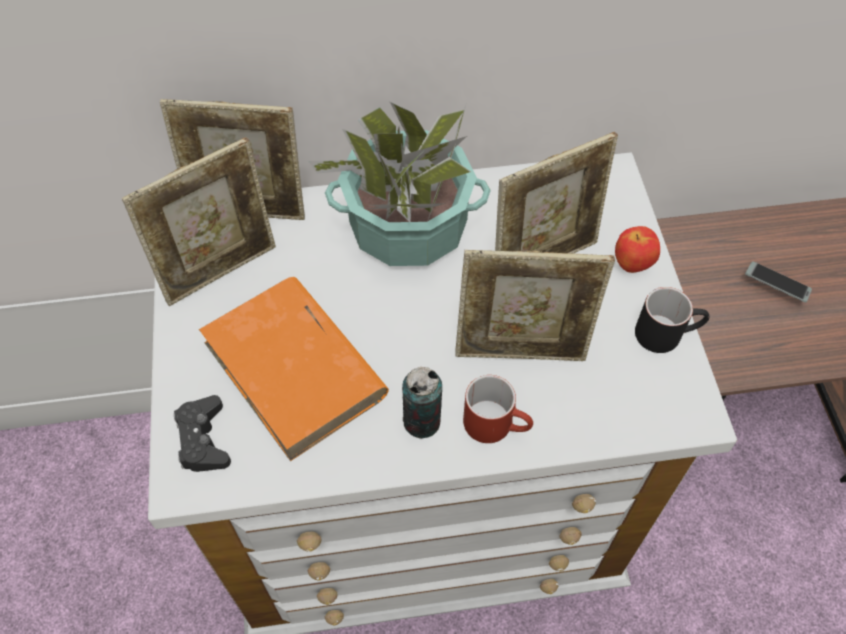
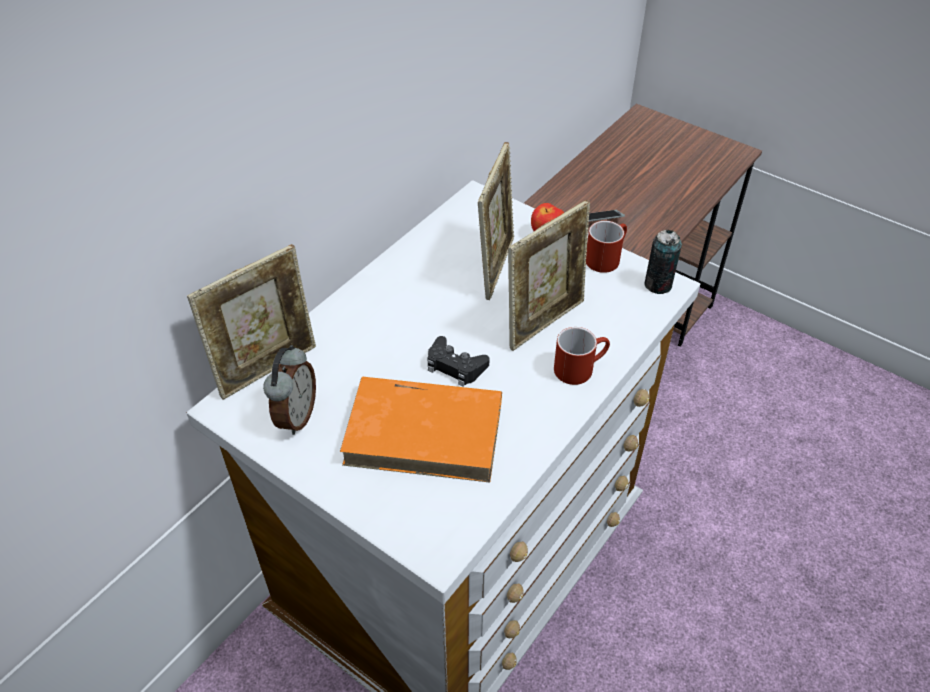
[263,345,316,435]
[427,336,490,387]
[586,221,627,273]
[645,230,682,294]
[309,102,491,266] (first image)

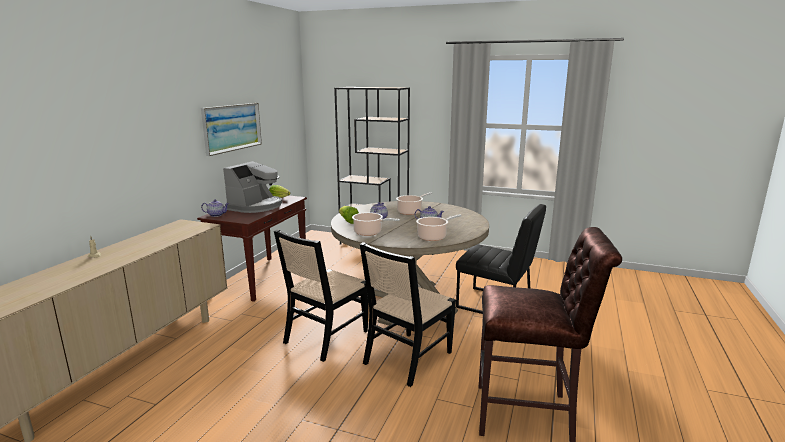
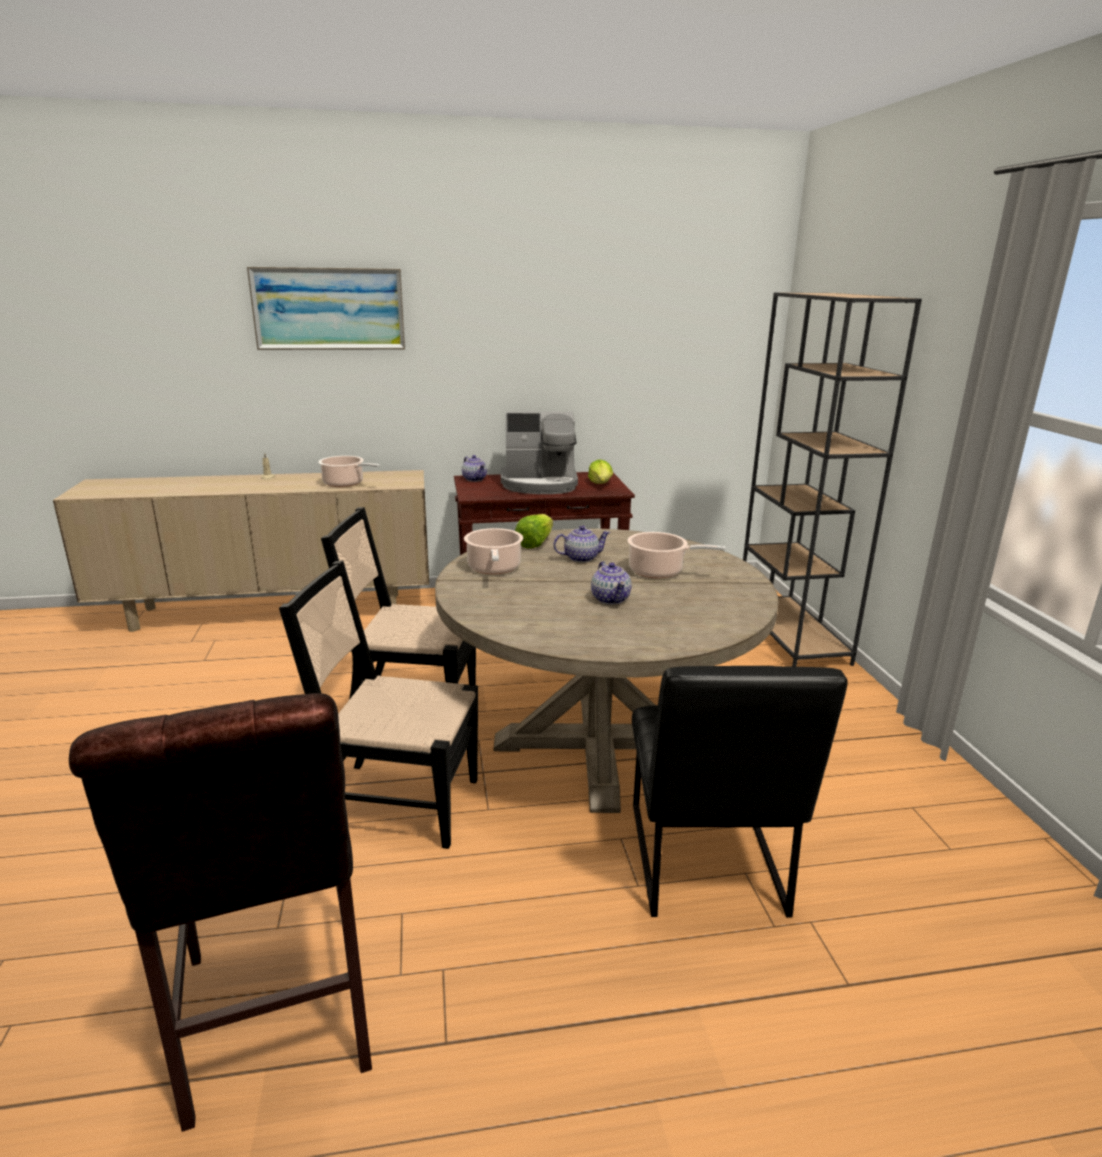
[247,267,405,350]
[319,456,380,487]

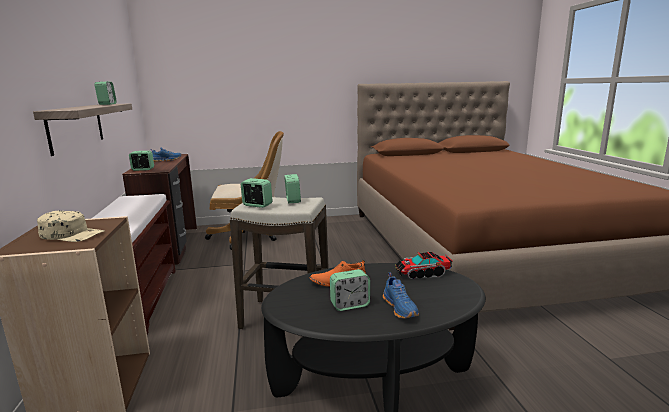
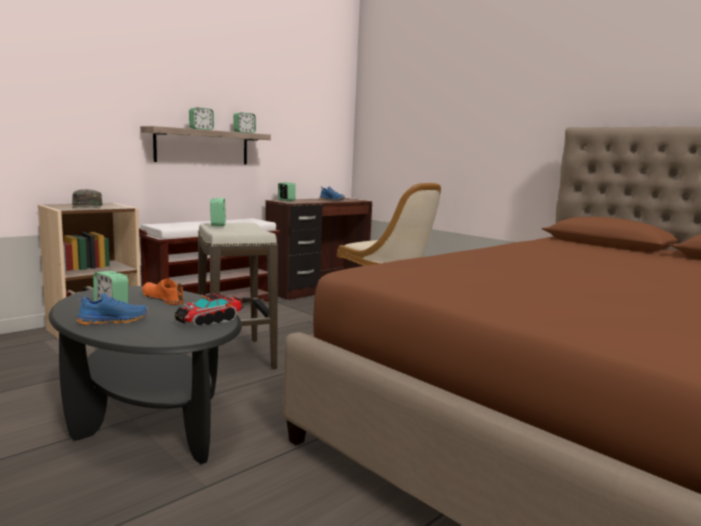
[72,189,103,208]
[77,293,149,325]
[174,293,244,326]
[189,107,214,130]

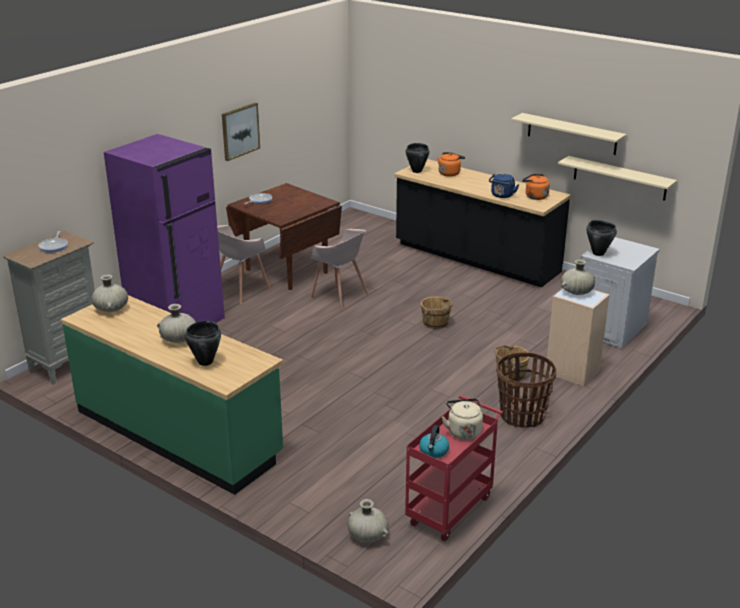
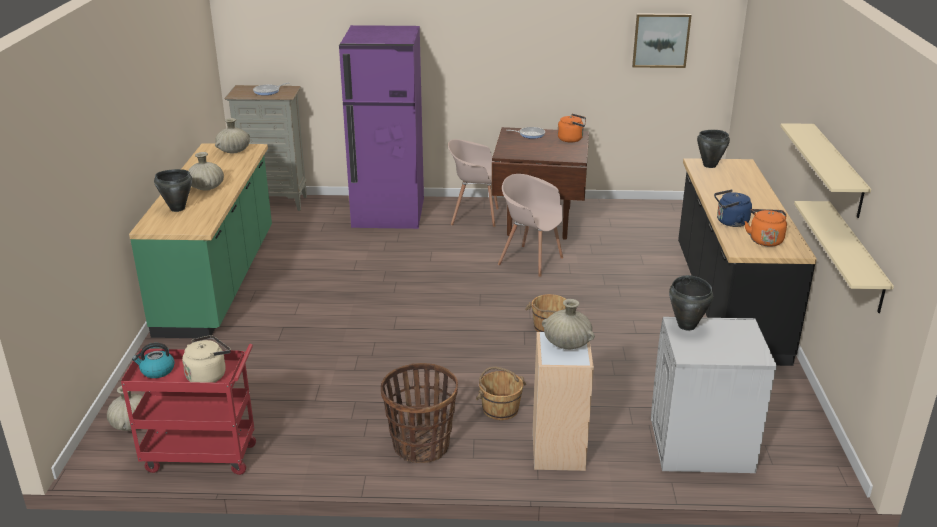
[498,174,563,277]
[558,114,586,142]
[632,14,692,68]

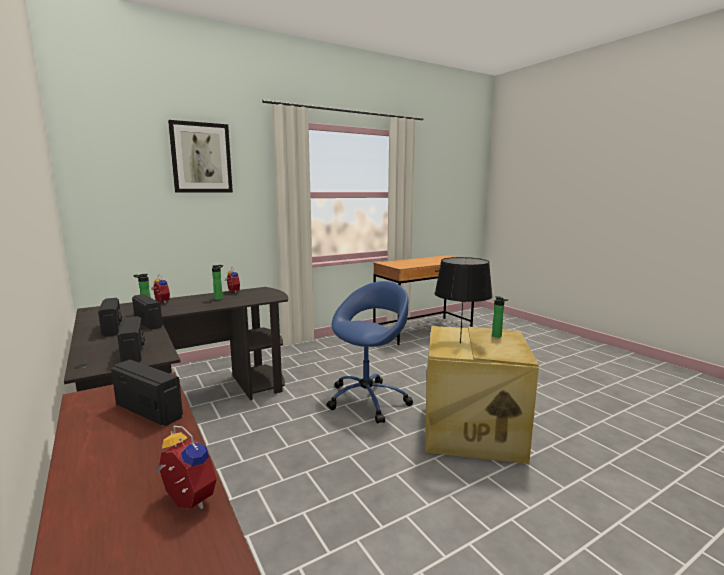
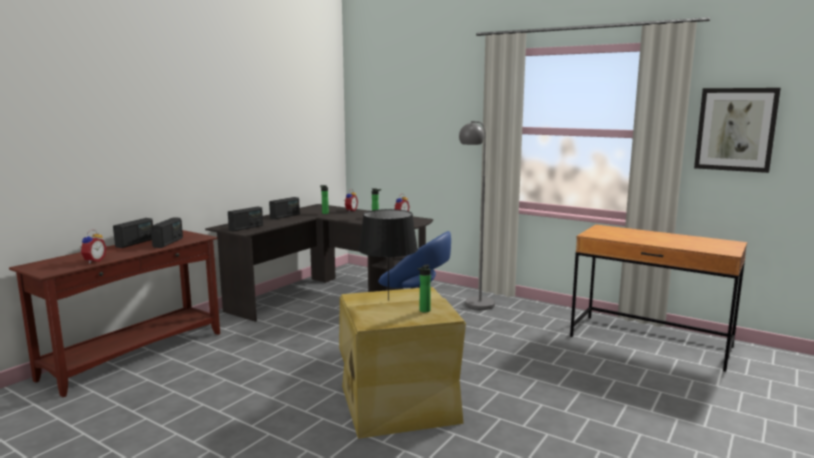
[113,218,153,248]
[459,121,495,310]
[694,88,781,173]

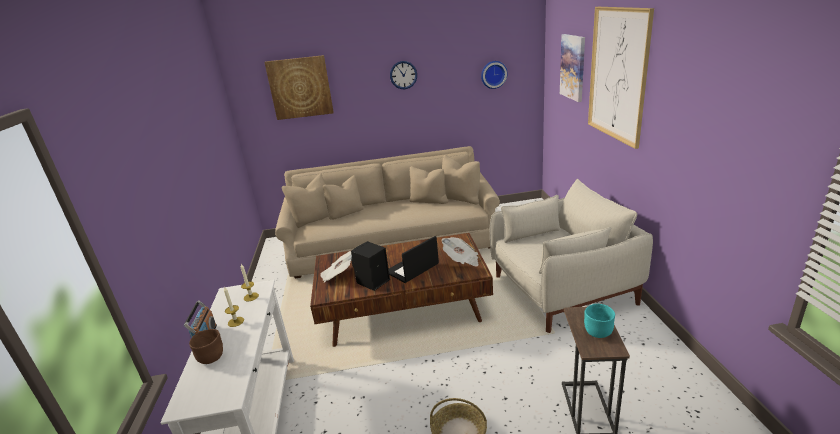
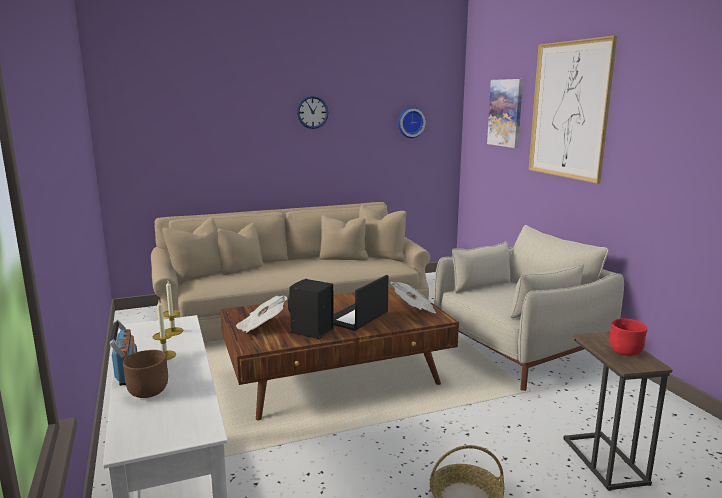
[610,318,647,356]
[264,55,334,120] (first image)

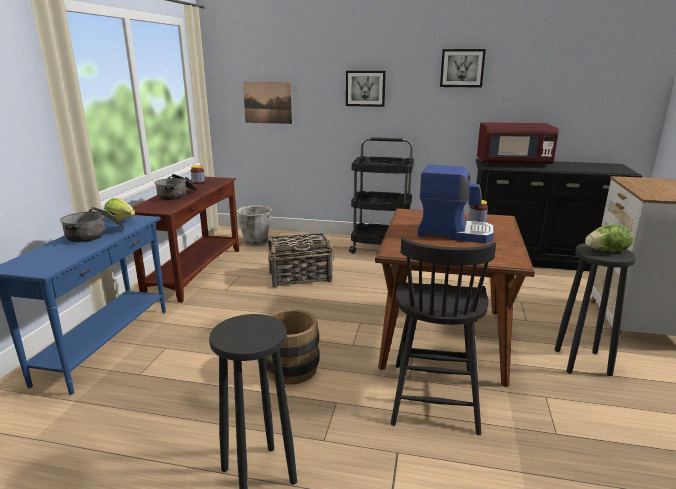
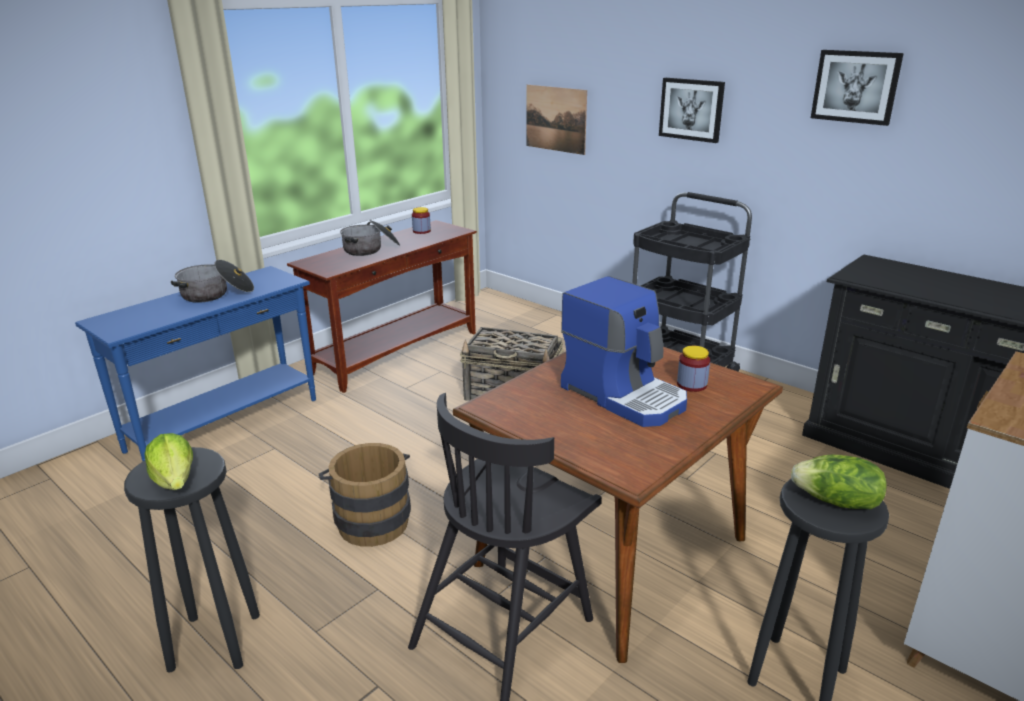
[145,433,193,490]
[236,205,272,246] (first image)
[477,122,559,166] (first image)

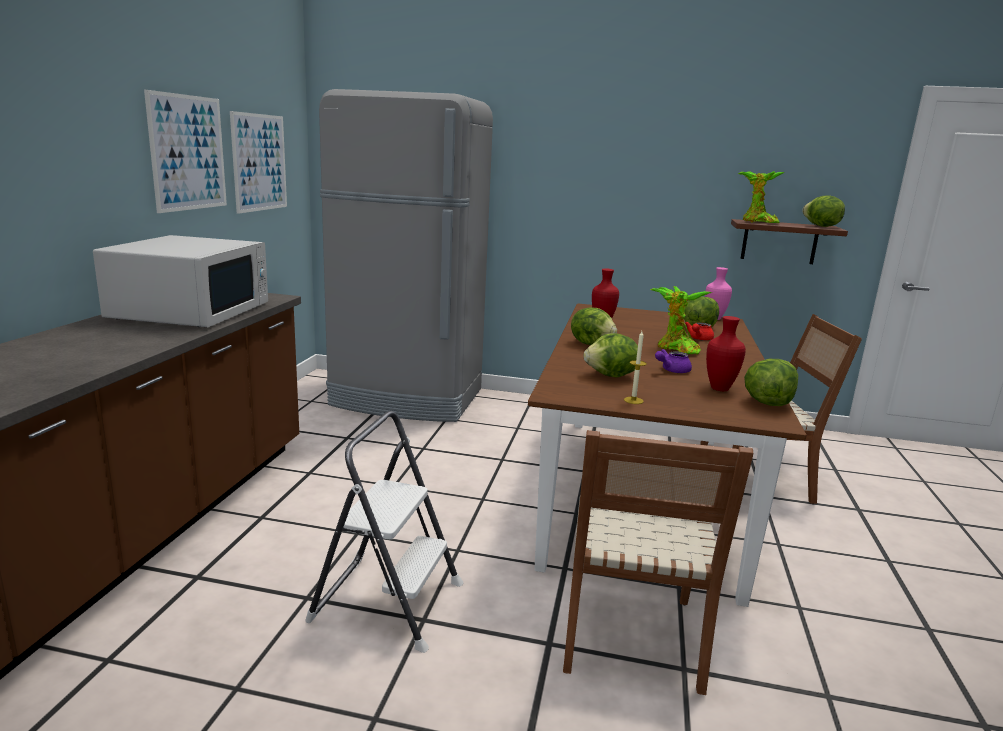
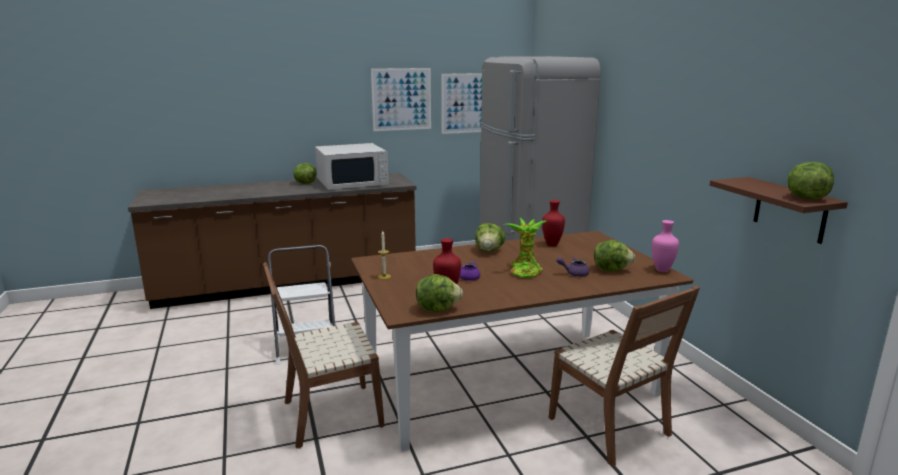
[293,163,316,184]
[556,257,589,277]
[738,171,785,223] (first image)

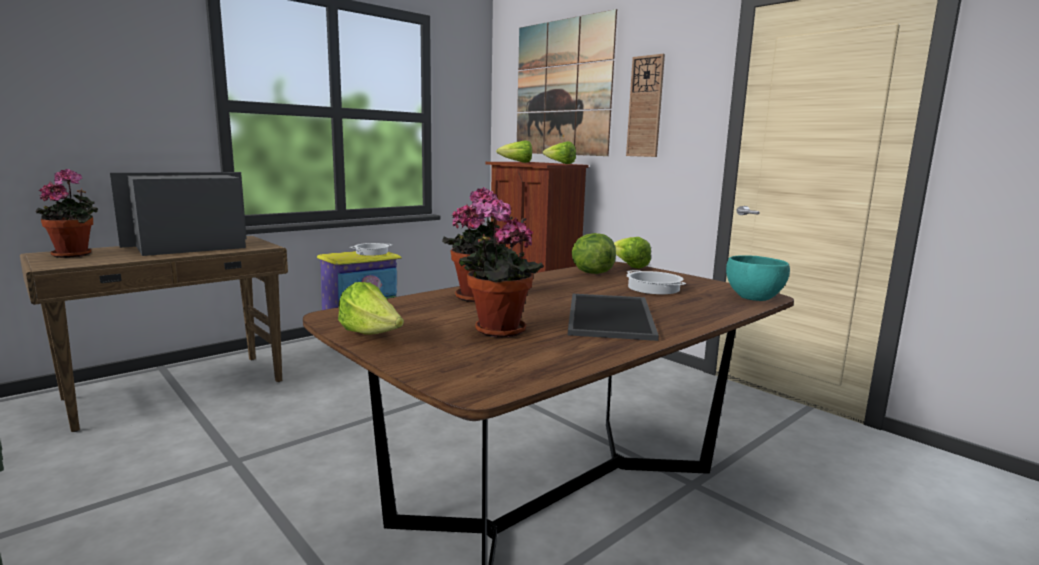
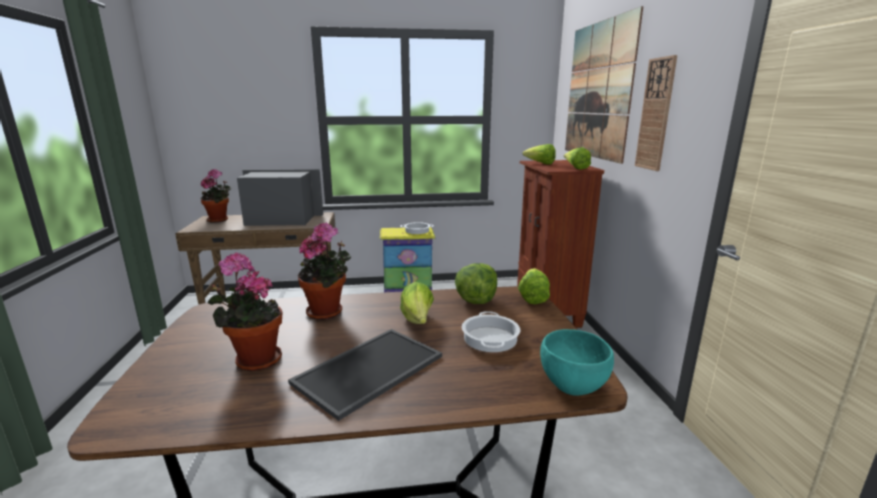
[400,282,434,324]

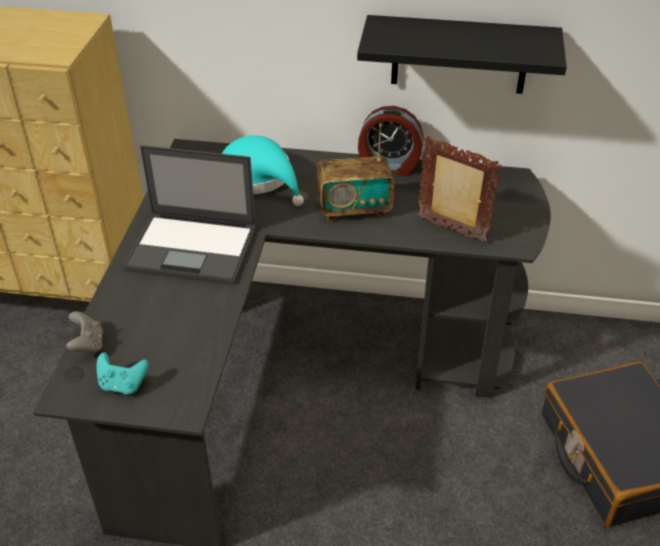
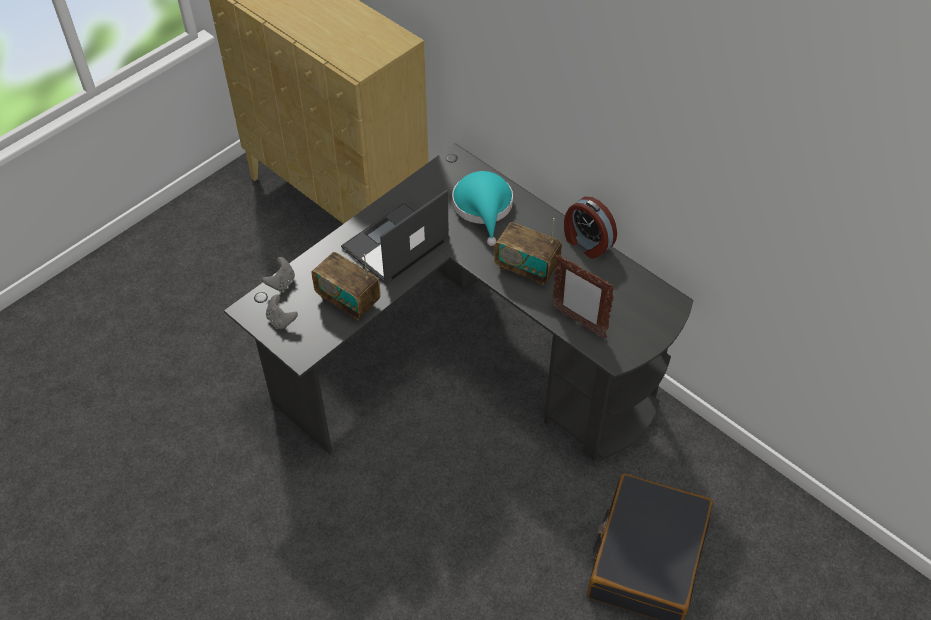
[266,294,298,329]
[311,252,381,321]
[341,190,449,284]
[552,255,615,338]
[357,15,567,94] (first image)

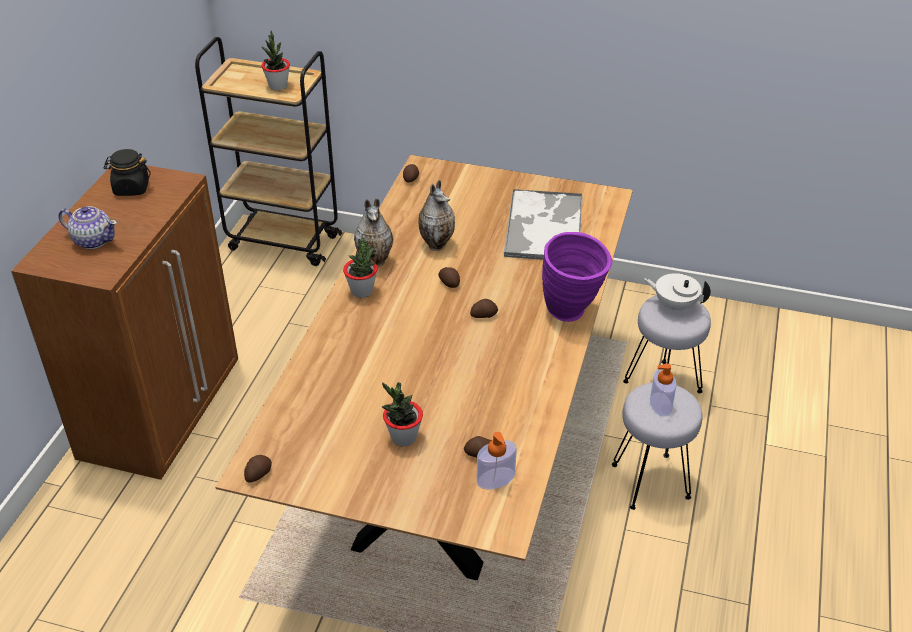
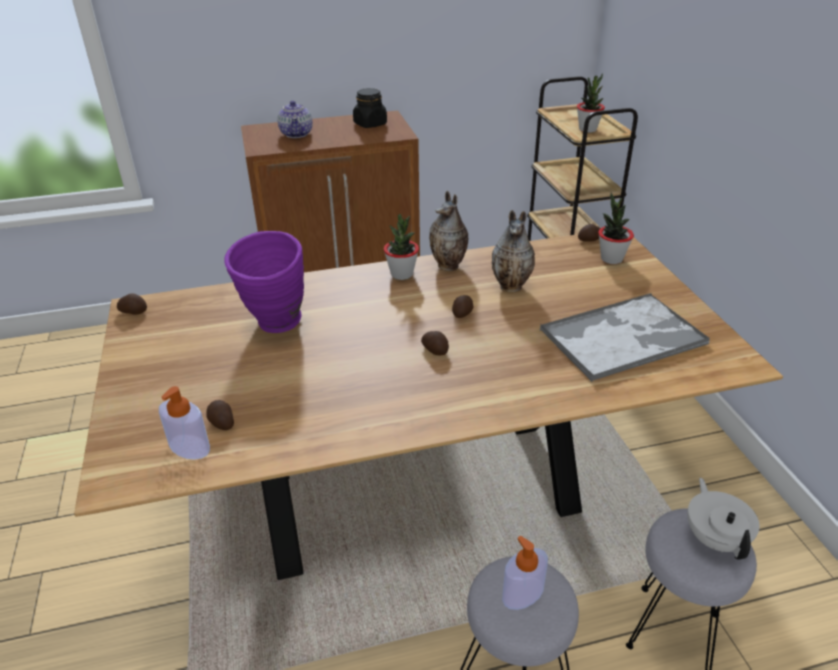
[224,231,304,333]
[598,193,634,264]

